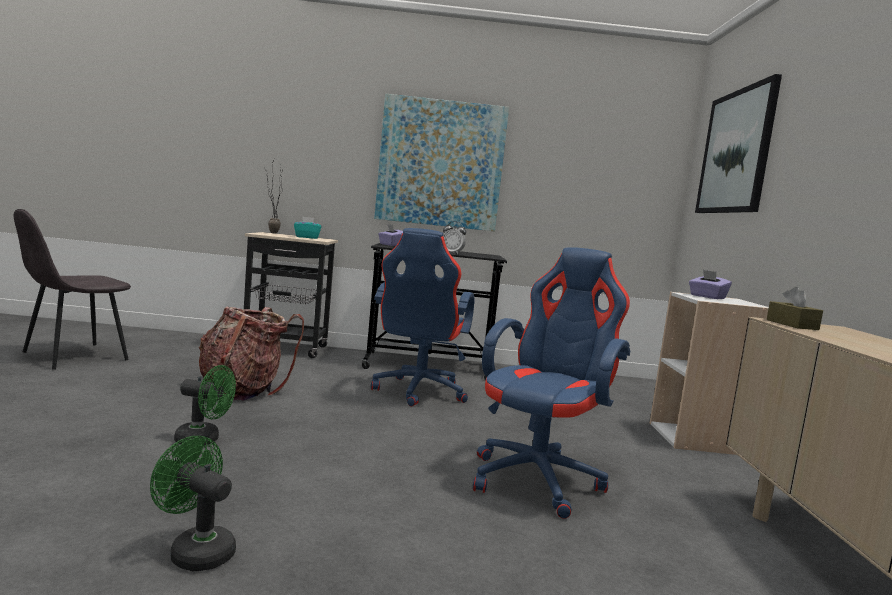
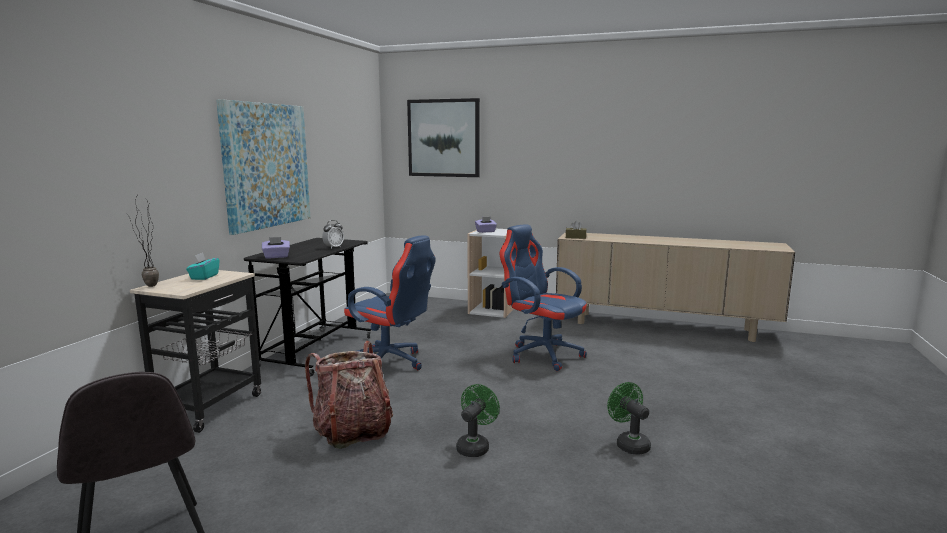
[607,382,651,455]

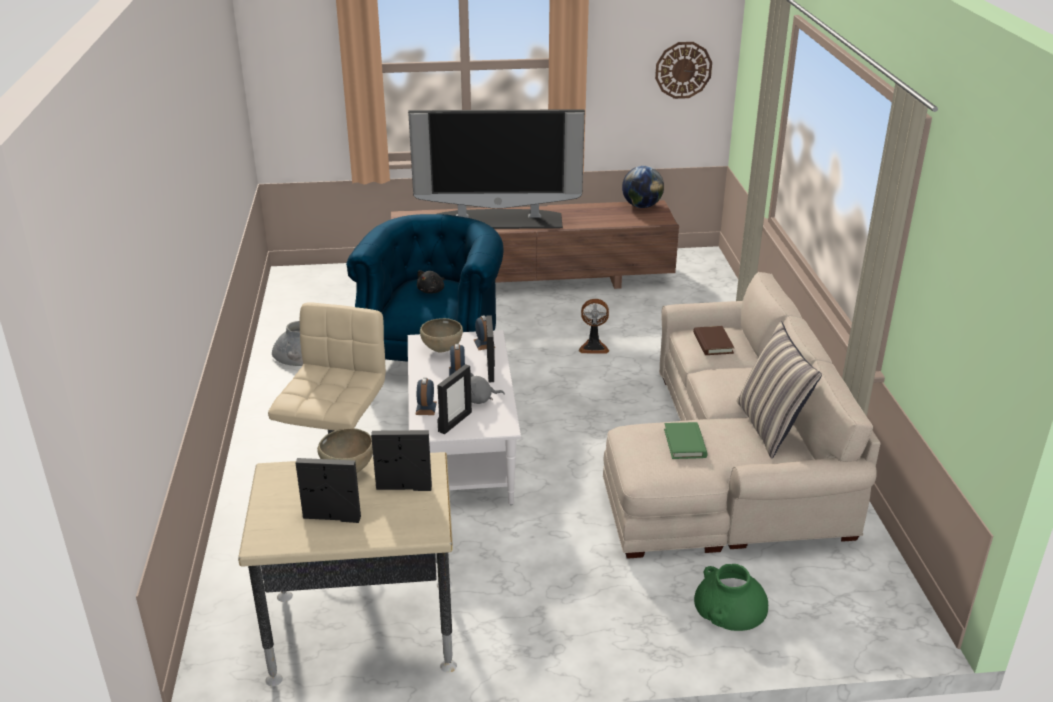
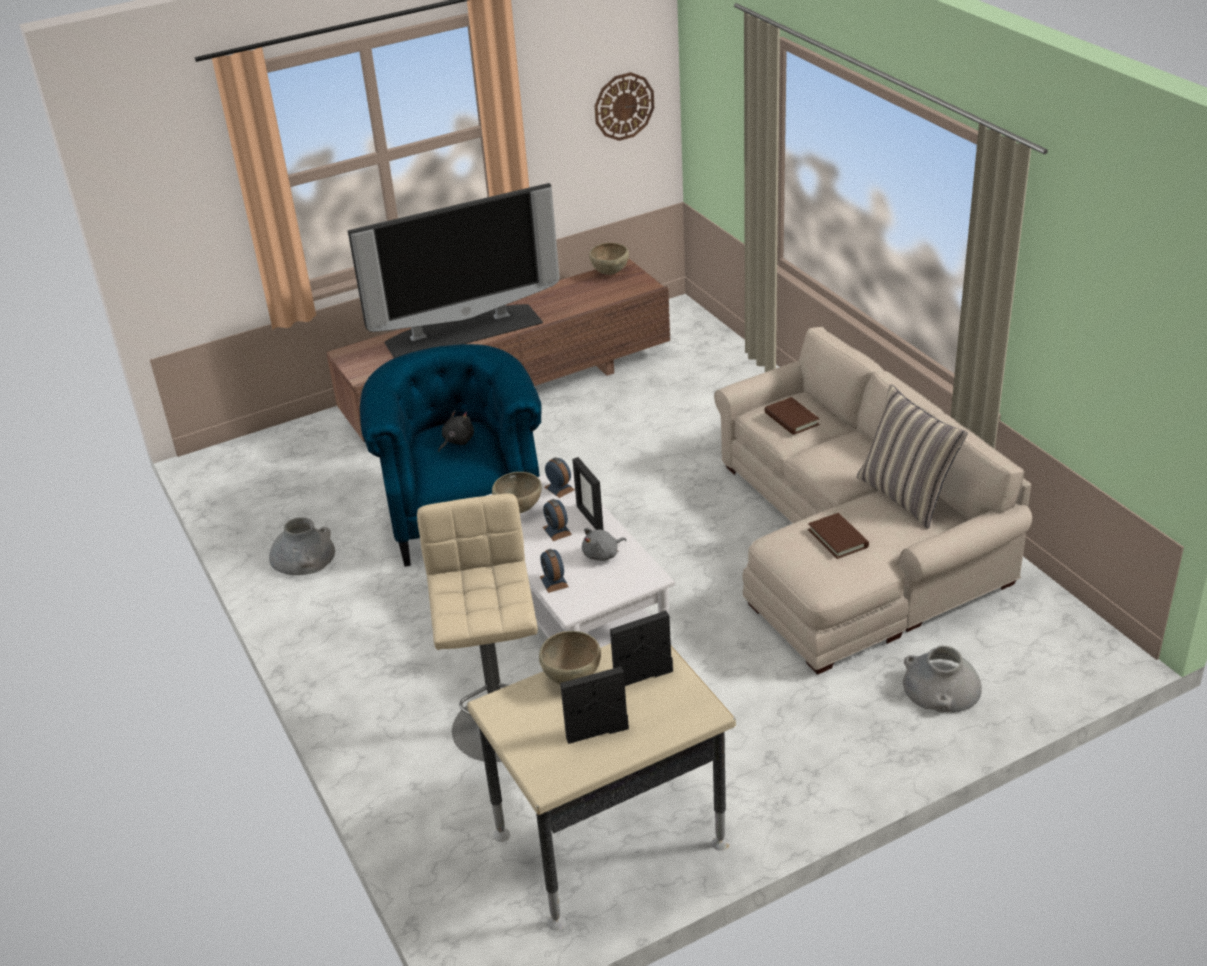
[438,410,474,452]
[589,243,629,275]
[808,513,869,559]
[903,646,982,713]
[437,364,472,434] (first image)
[579,299,609,354] (first image)

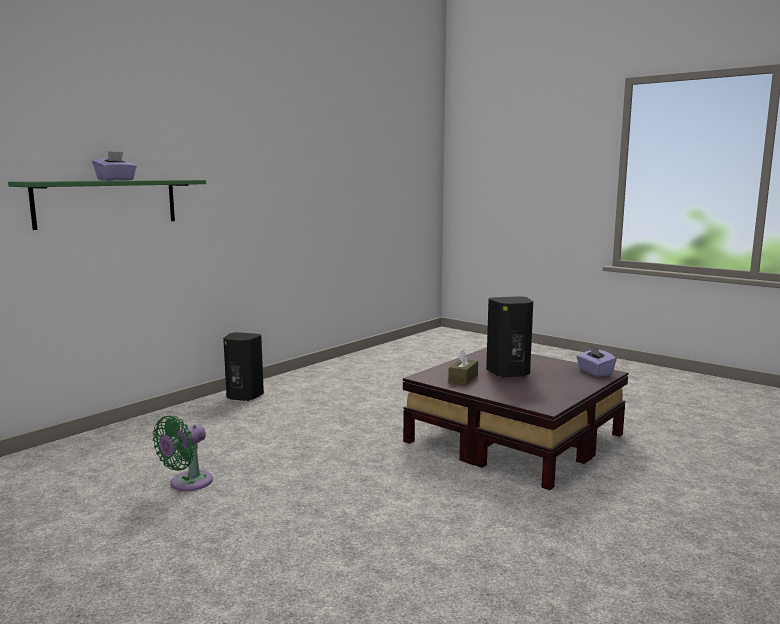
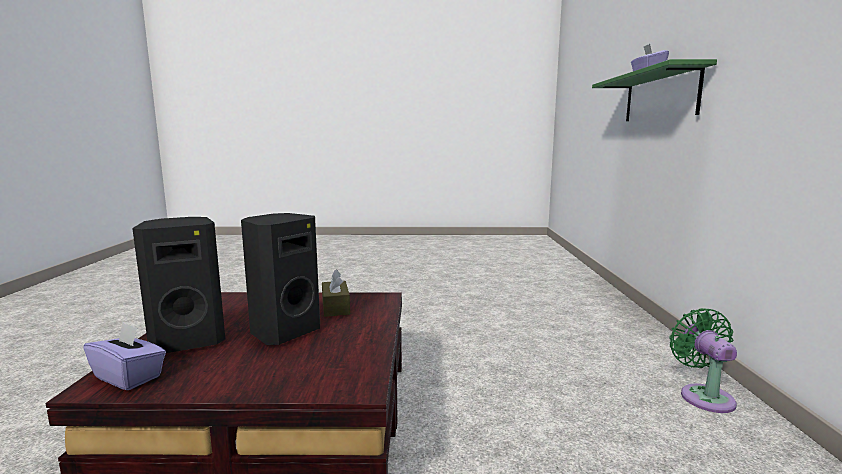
[132,217,225,353]
[669,308,737,413]

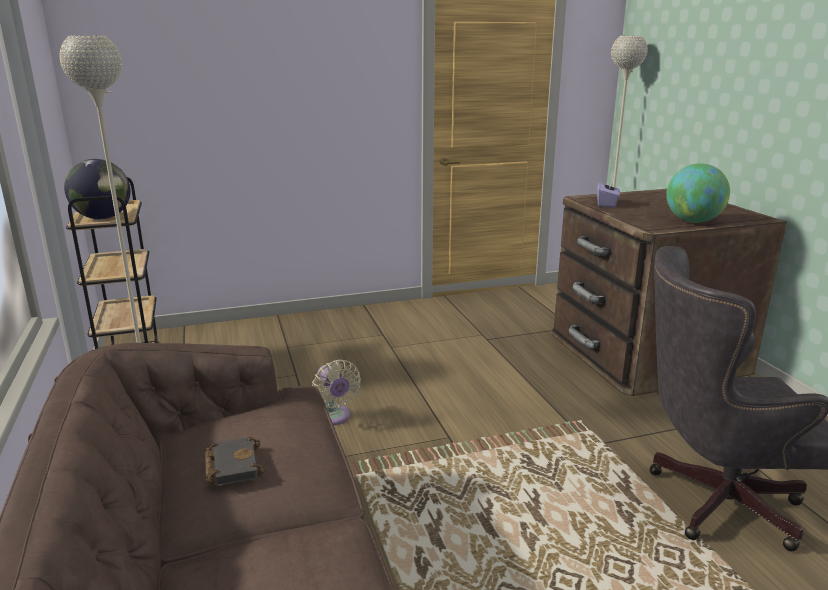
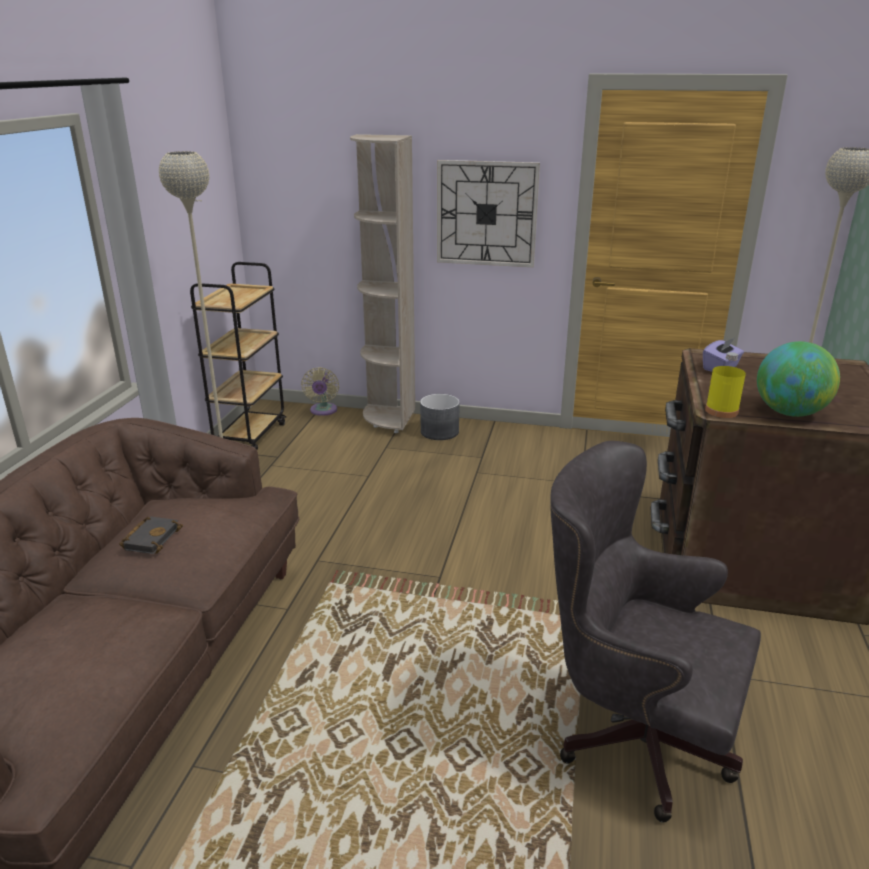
[301,367,339,416]
[350,134,415,433]
[420,394,460,440]
[437,160,540,268]
[705,352,746,418]
[64,159,130,219] (first image)

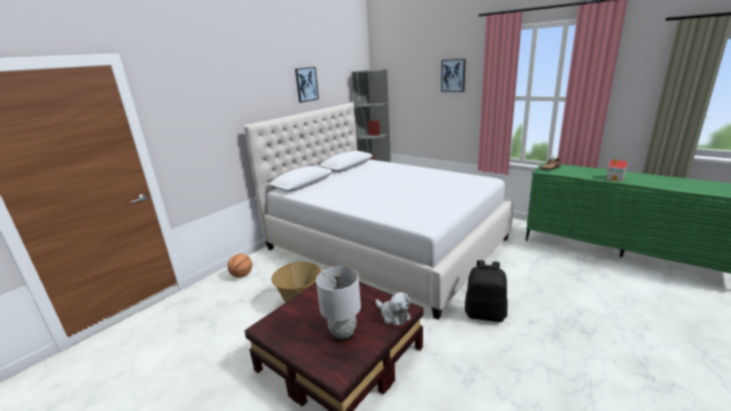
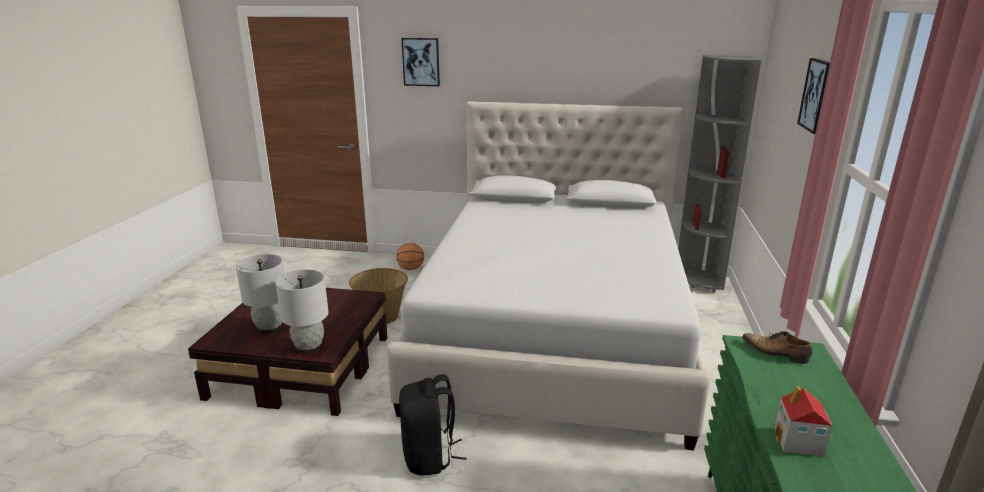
[275,270,329,354]
[401,38,440,86]

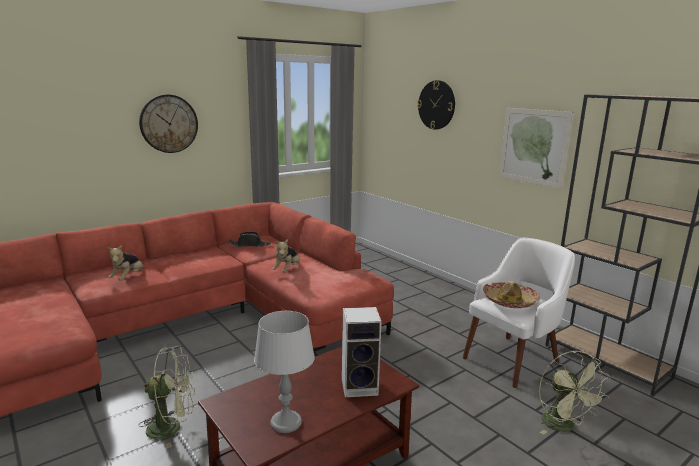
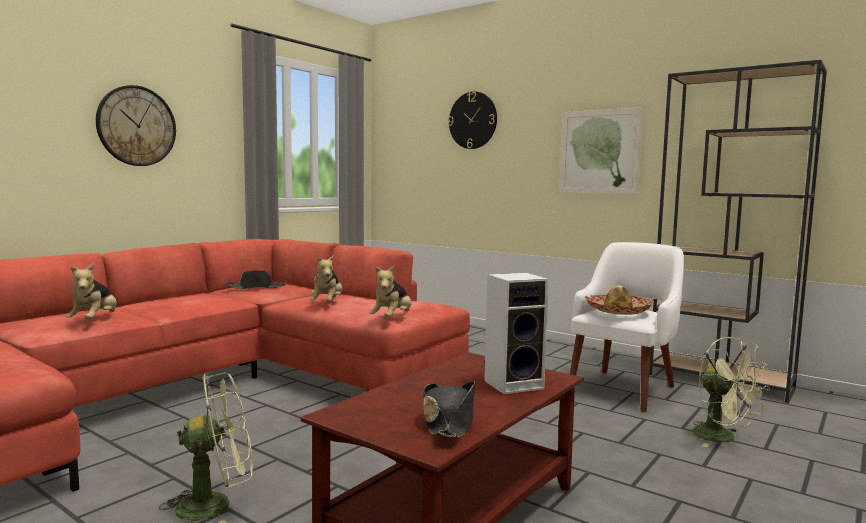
[369,265,411,317]
[422,381,475,438]

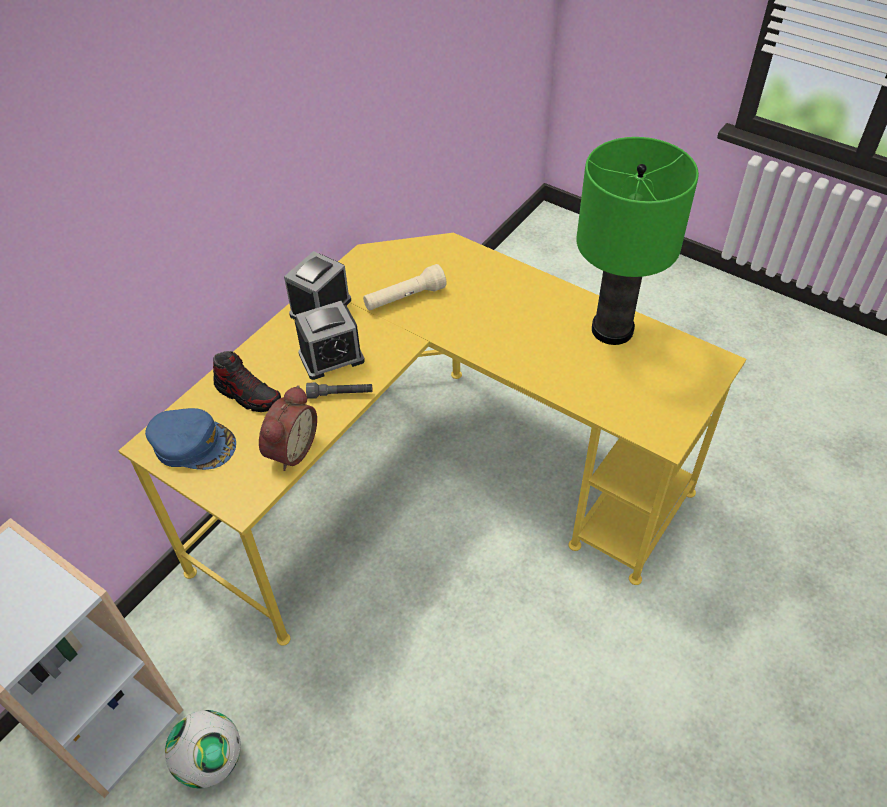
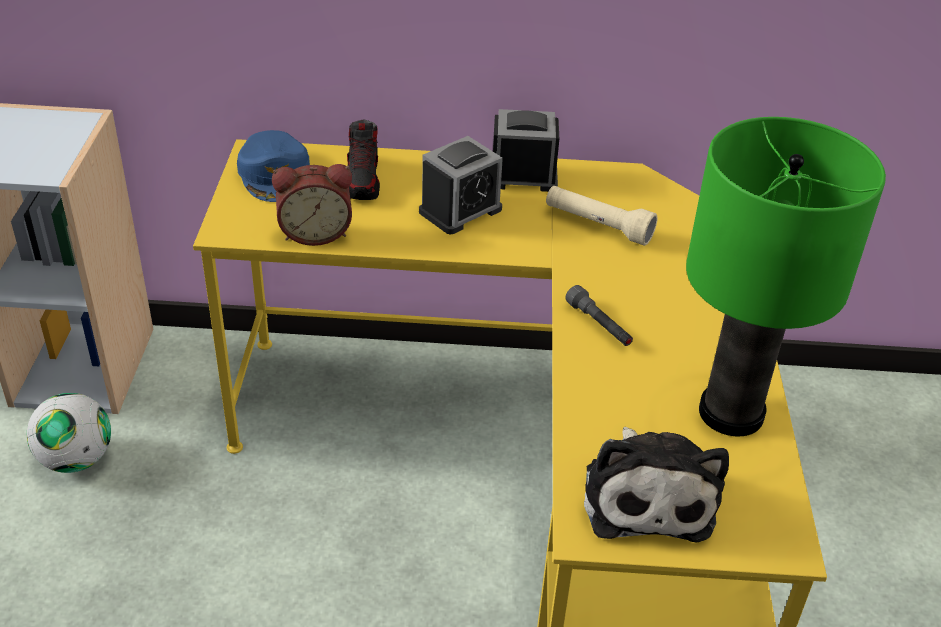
[419,136,503,234]
[566,285,633,346]
[584,427,729,543]

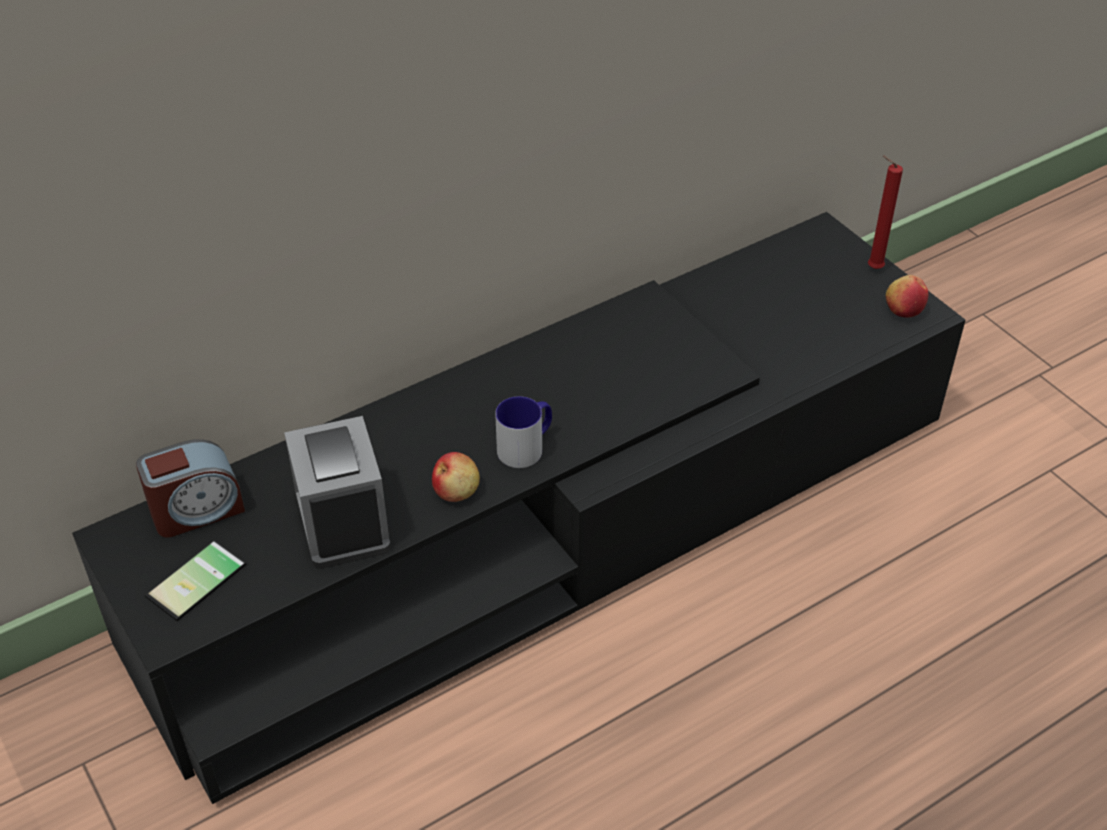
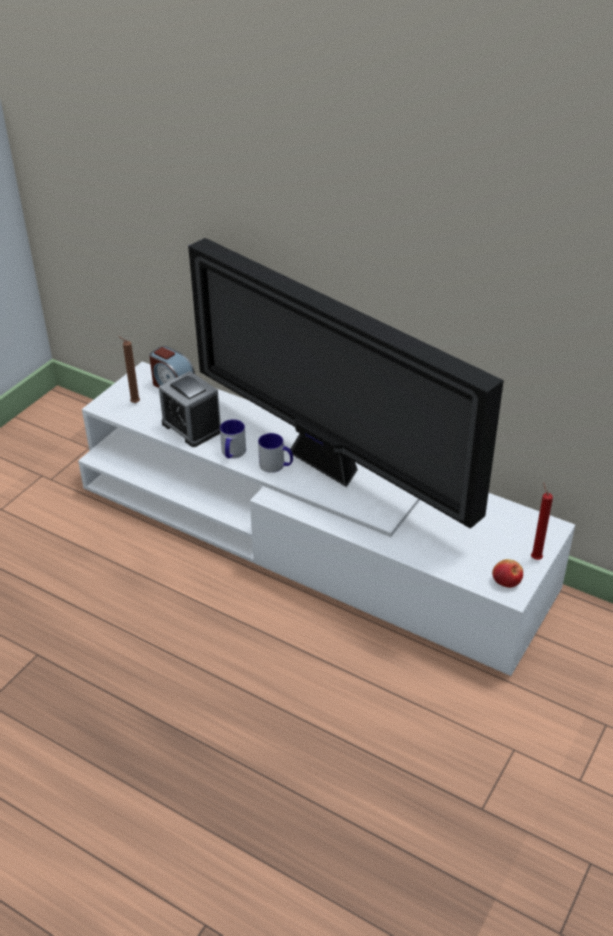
[78,361,575,676]
[118,336,140,403]
[159,371,221,447]
[188,238,504,529]
[220,419,246,458]

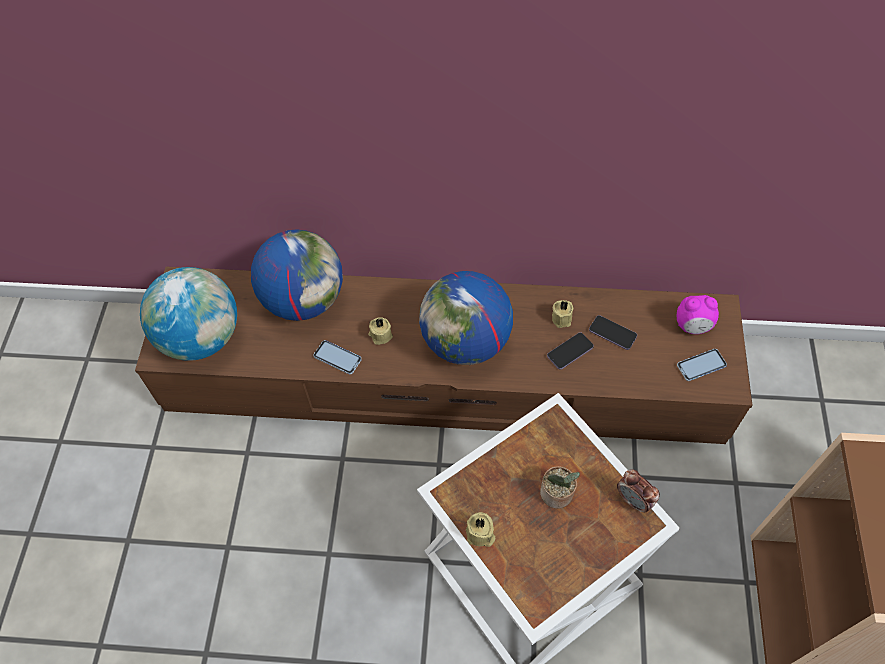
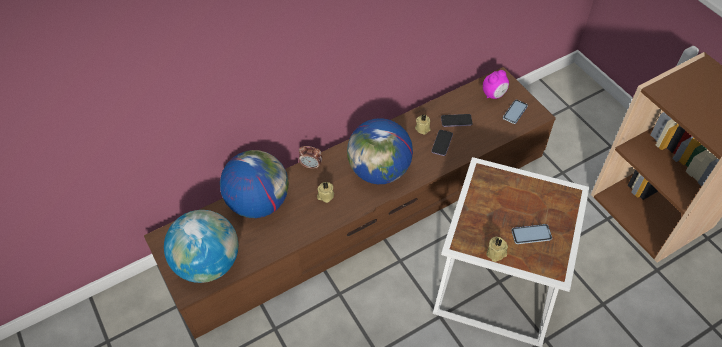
[299,146,322,169]
[511,224,552,244]
[540,466,580,509] (first image)

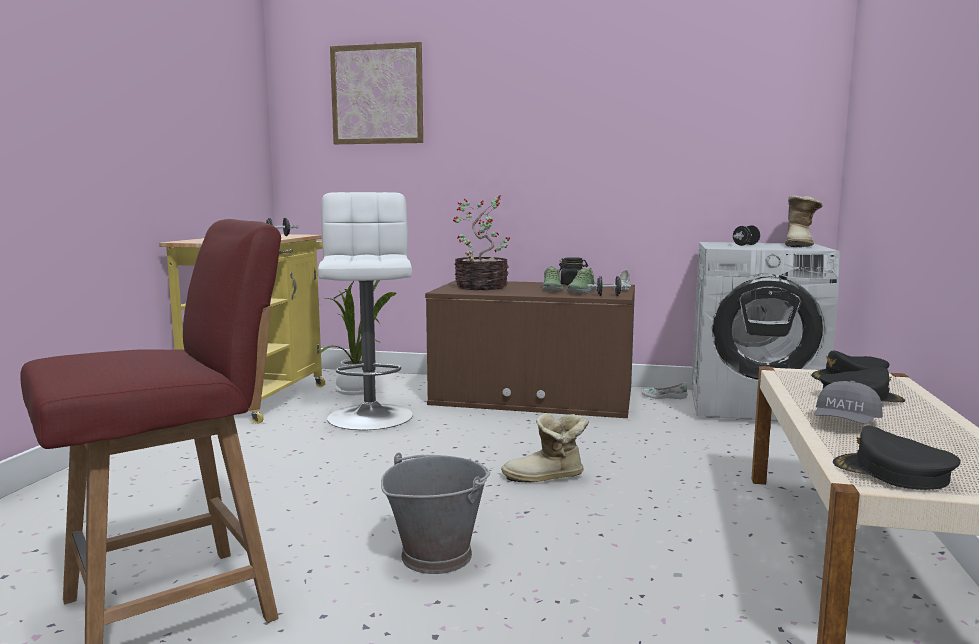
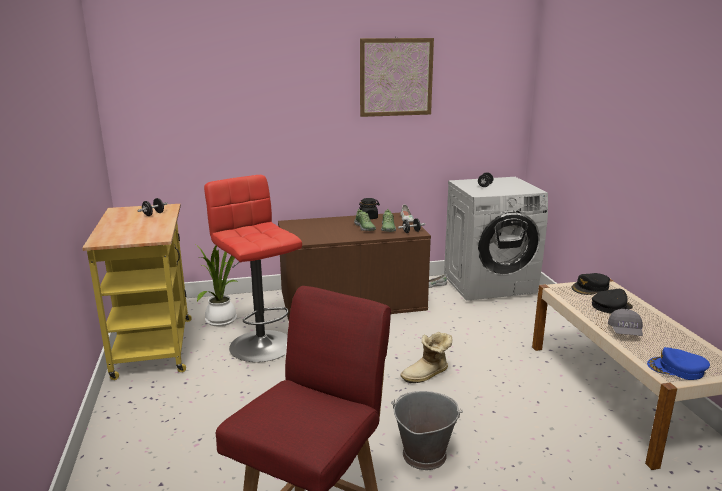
[204,175,302,362]
[360,36,434,117]
[647,347,710,380]
[453,195,510,290] (first image)
[785,196,823,247] (first image)

